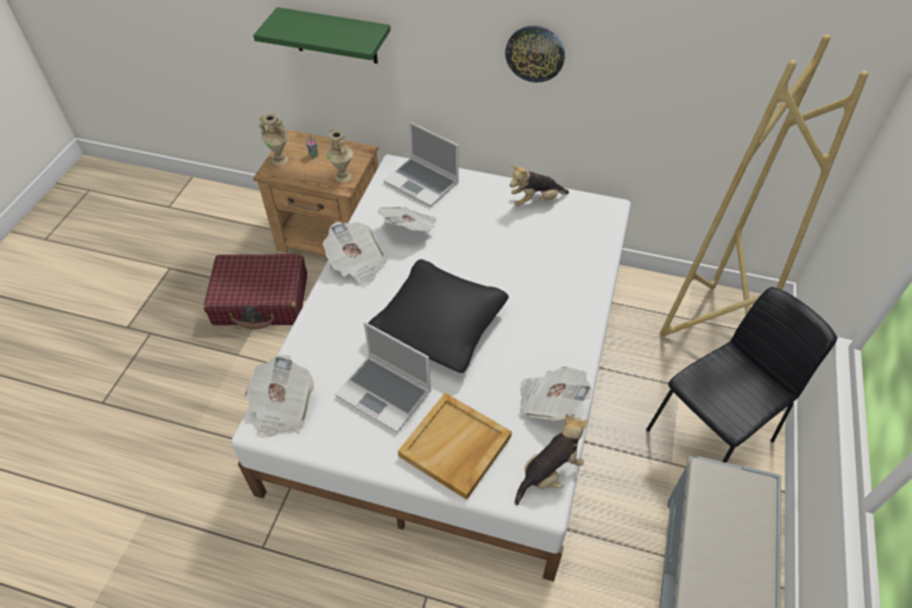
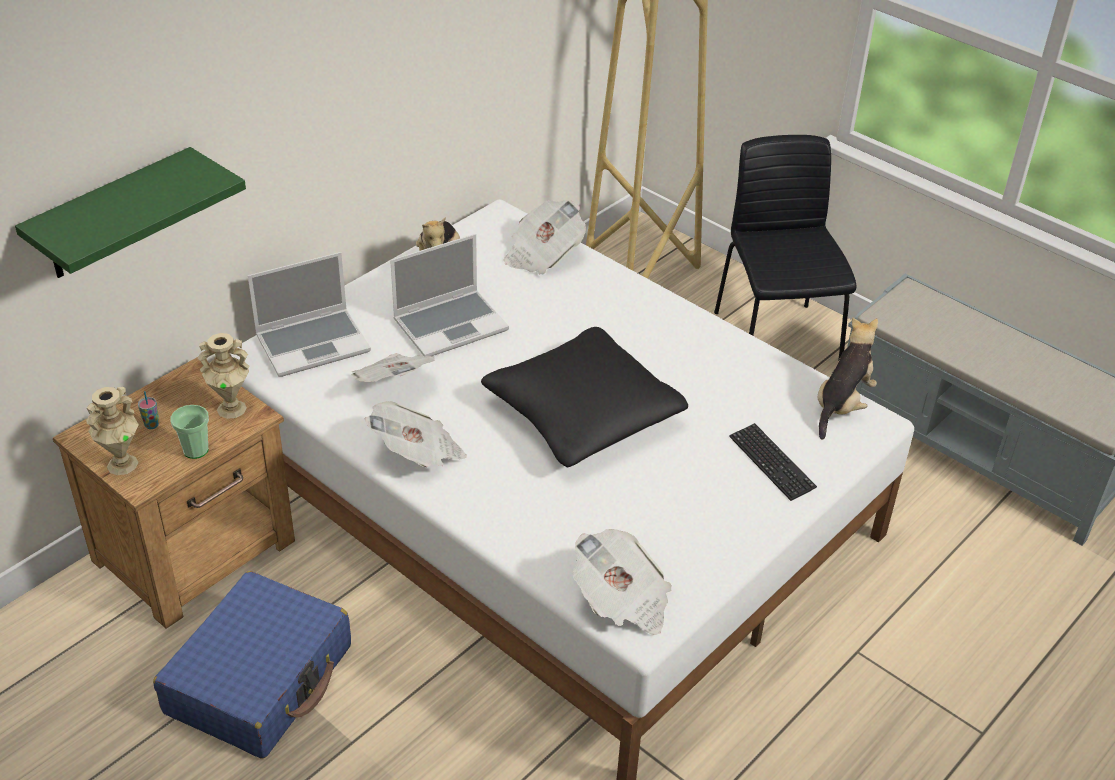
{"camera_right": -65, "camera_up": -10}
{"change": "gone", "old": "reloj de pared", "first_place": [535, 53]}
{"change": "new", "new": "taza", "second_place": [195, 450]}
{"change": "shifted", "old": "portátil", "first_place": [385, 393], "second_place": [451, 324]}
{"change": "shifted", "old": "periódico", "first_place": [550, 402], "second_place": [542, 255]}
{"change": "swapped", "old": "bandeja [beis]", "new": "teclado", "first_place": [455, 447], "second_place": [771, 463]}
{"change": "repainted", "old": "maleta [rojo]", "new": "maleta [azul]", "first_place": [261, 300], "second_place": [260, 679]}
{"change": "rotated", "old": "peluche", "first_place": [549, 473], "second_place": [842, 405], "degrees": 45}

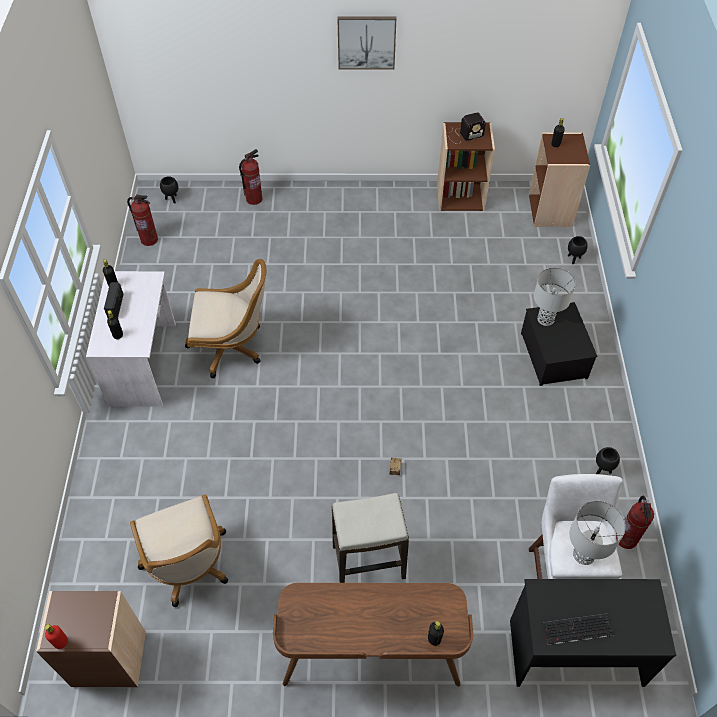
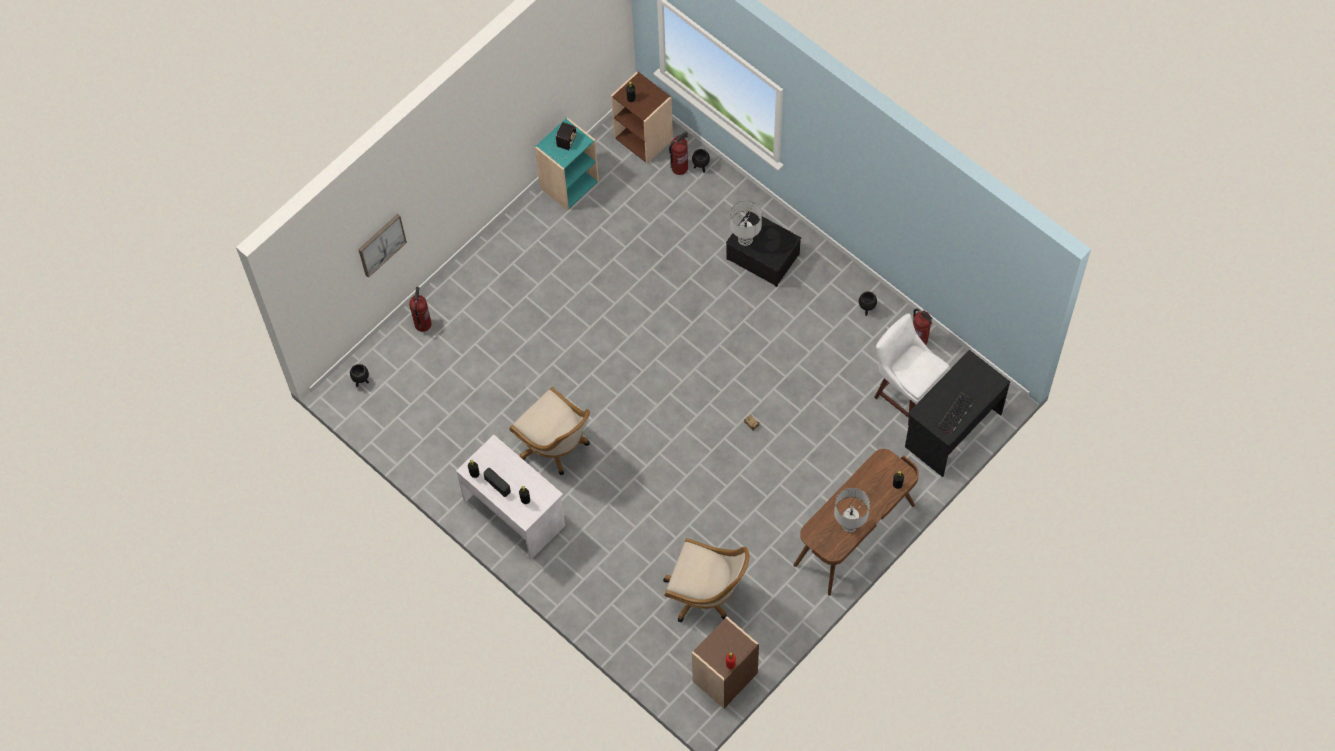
{"camera_right": -45, "camera_up": 10}
{"change": "gone", "old": "taburete", "first_place": [368, 562]}
{"change": "shifted", "old": "extintor", "first_place": [149, 240], "second_place": [679, 168]}
{"change": "shifted", "old": "cuadro", "first_place": [366, 42], "second_place": [381, 244]}
{"change": "shifted", "old": "lámpara de mesa [blanco]", "first_place": [583, 554], "second_place": [849, 524]}
{"change": "repainted", "old": "estantería [marrón]", "new": "estantería [turquesa]", "first_place": [461, 197], "second_place": [569, 183]}
{"change": "rotated", "old": "silla de oficina", "first_place": [232, 346], "second_place": [556, 445], "degrees": 90}

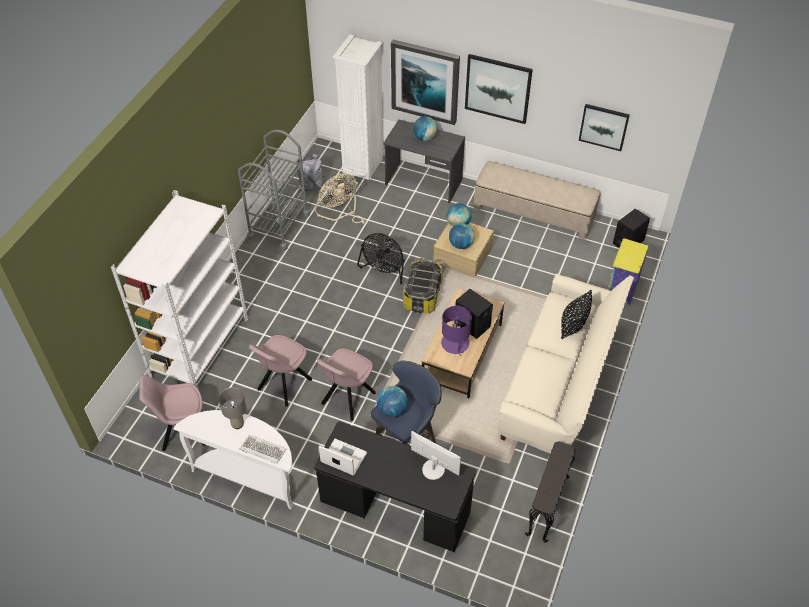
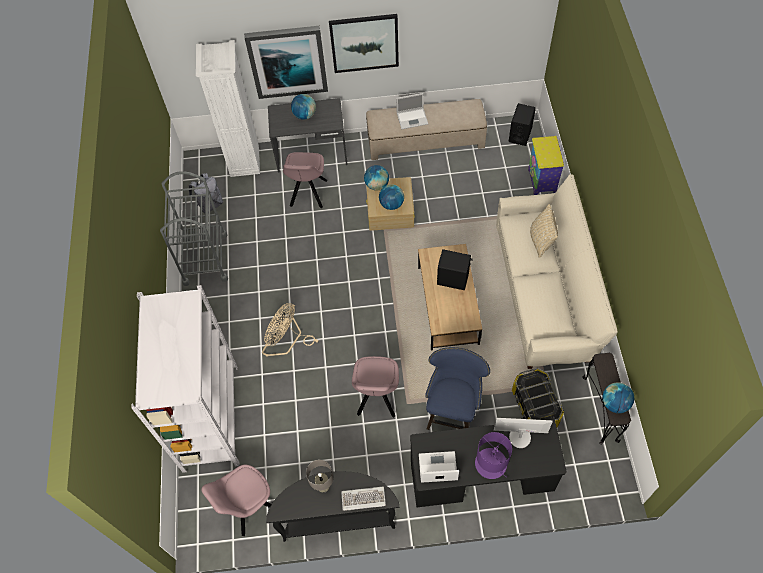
{"camera_right": -25, "camera_up": 10}
{"change": "gone", "old": "ventilador [negro]", "first_place": [383, 268]}
{"change": "gone", "old": "cuadro", "first_place": [604, 126]}
{"change": "new", "new": "portátil", "second_place": [413, 118]}
{"change": "shifted", "old": "silla [rosa]", "first_place": [284, 384], "second_place": [308, 193]}
{"change": "shifted", "old": "ventilador [beis]", "first_place": [342, 212], "second_place": [289, 339]}
{"change": "shifted", "old": "globo terráqueo", "first_place": [392, 410], "second_place": [615, 403]}
{"change": "shifted", "old": "caja de almacenaje", "first_place": [422, 295], "second_place": [535, 406]}
{"change": "shifted", "old": "lámpara de mesa [morado]", "first_place": [455, 343], "second_place": [491, 464]}
{"change": "repainted", "old": "mesa consola [blanco]", "new": "mesa consola [negro]", "first_place": [249, 476], "second_place": [338, 518]}
{"change": "repainted", "old": "cojín [negro]", "new": "cojín [beis]", "first_place": [573, 326], "second_place": [541, 241]}

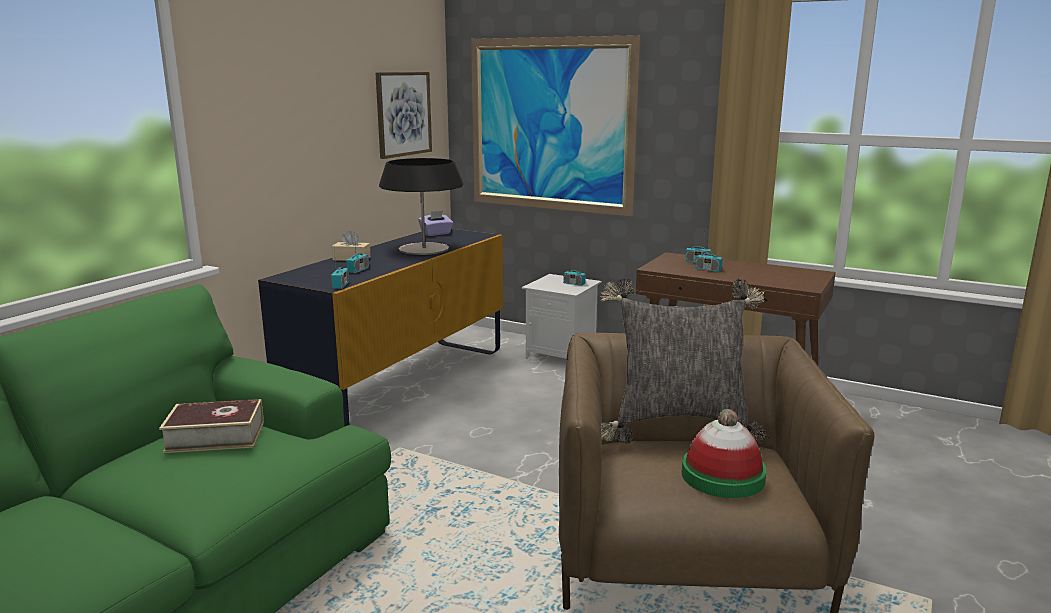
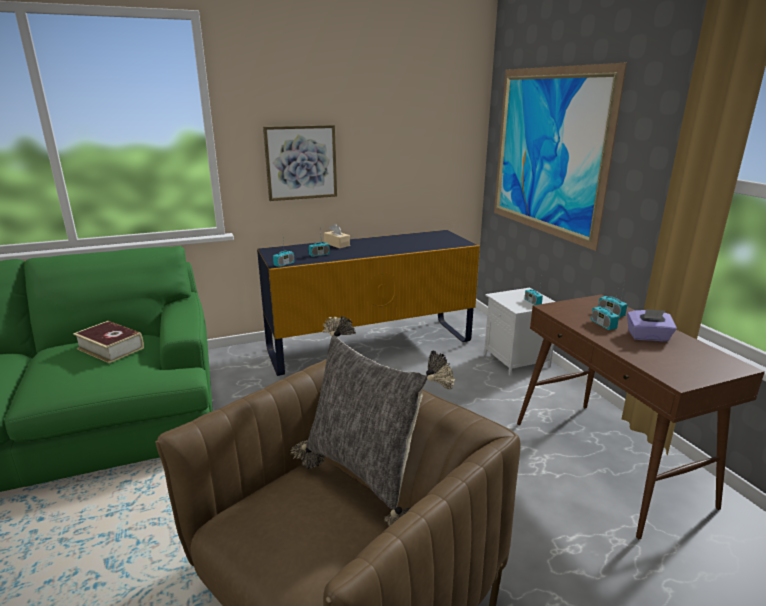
{"camera_right": 40, "camera_up": 5}
{"change": "gone", "old": "lámpara de mesa", "first_place": [424, 249]}
{"change": "gone", "old": "sombrero", "first_place": [722, 476]}
{"change": "shifted", "old": "cuadro", "first_place": [403, 114], "second_place": [301, 162]}
{"change": "shifted", "old": "caja de pañuelos [morado]", "first_place": [436, 234], "second_place": [648, 337]}

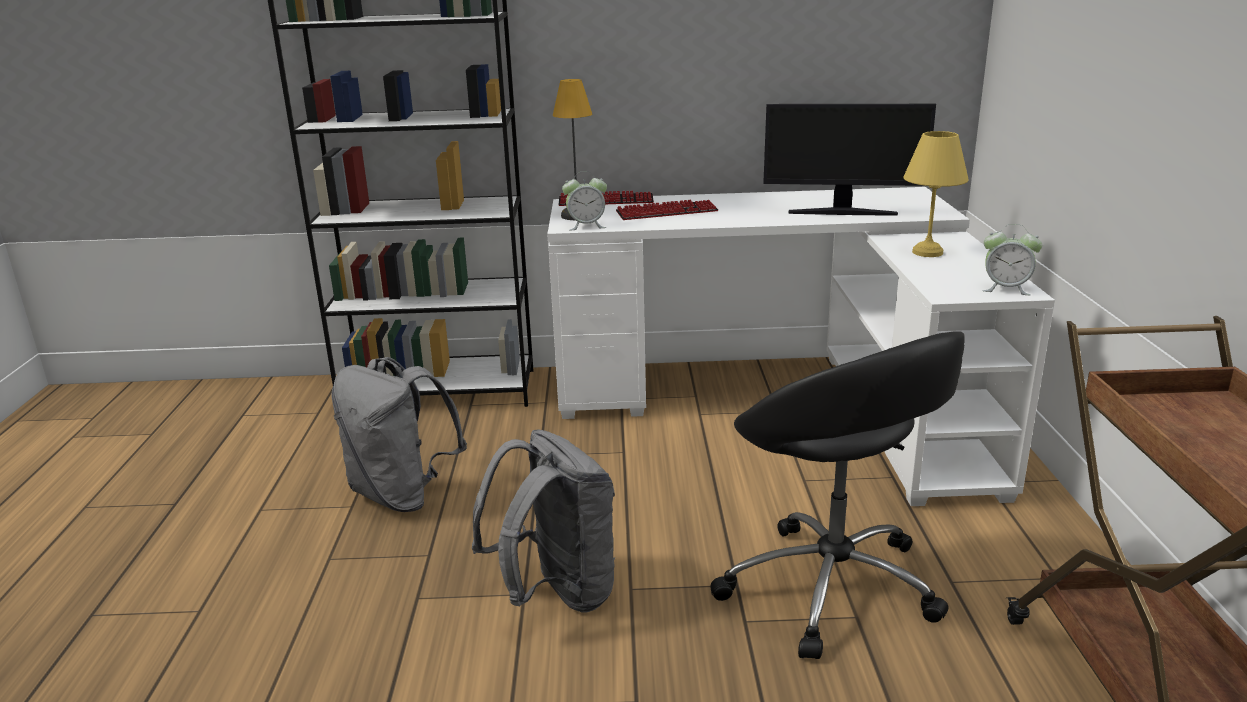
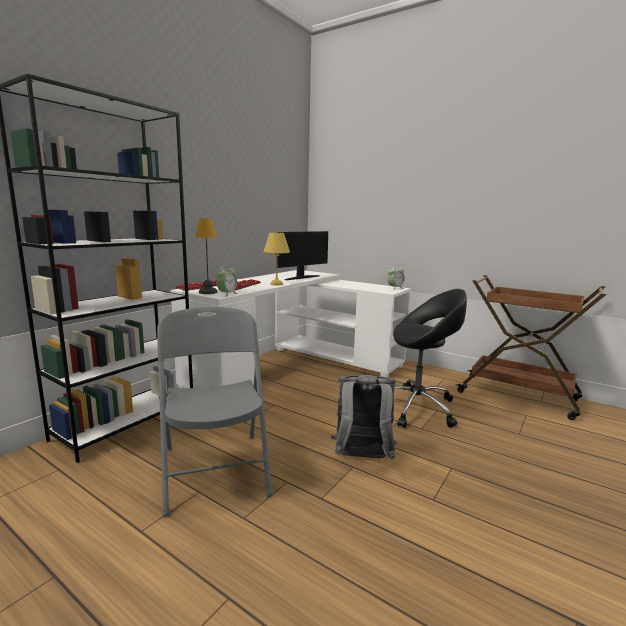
{"camera_right": -55, "camera_up": -10}
{"change": "shifted", "old": "lámpara de mesa [amarillo]", "first_place": [928, 252], "second_place": [276, 284]}
{"change": "swapped", "old": "mochila [gris]", "new": "silla [gris]", "first_place": [403, 494], "second_place": [215, 470]}

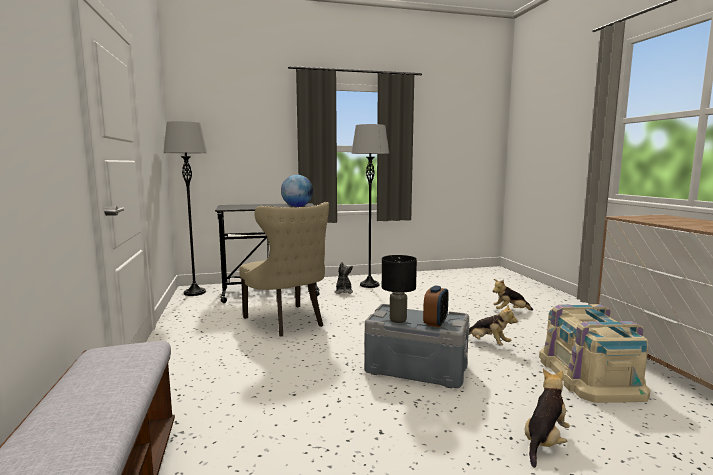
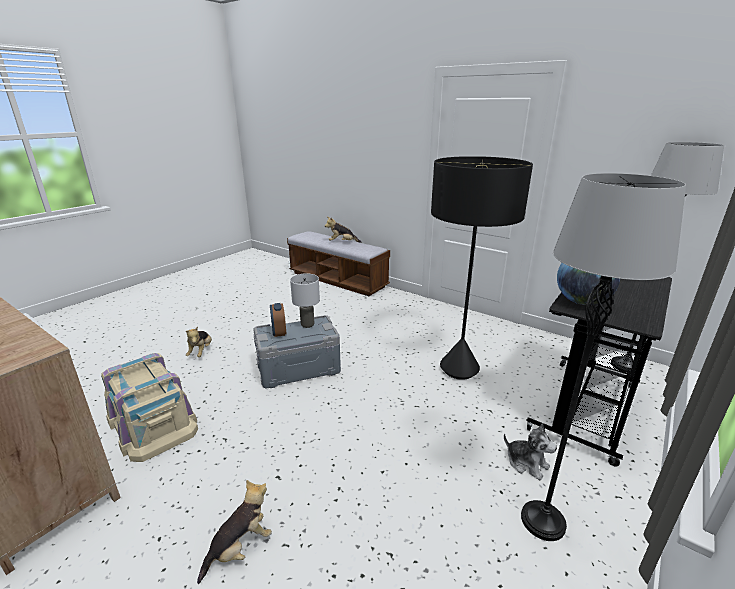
{"camera_right": 140, "camera_up": 15}
{"change": "shifted", "old": "peluche", "first_place": [487, 344], "second_place": [342, 242]}
{"change": "swapped", "old": "silla [beis]", "new": "lámpara de pie [negro]", "first_place": [287, 321], "second_place": [459, 370]}
{"change": "repainted", "old": "lámpara de mesa [negro]", "new": "lámpara de mesa [blanco]", "first_place": [397, 320], "second_place": [308, 324]}

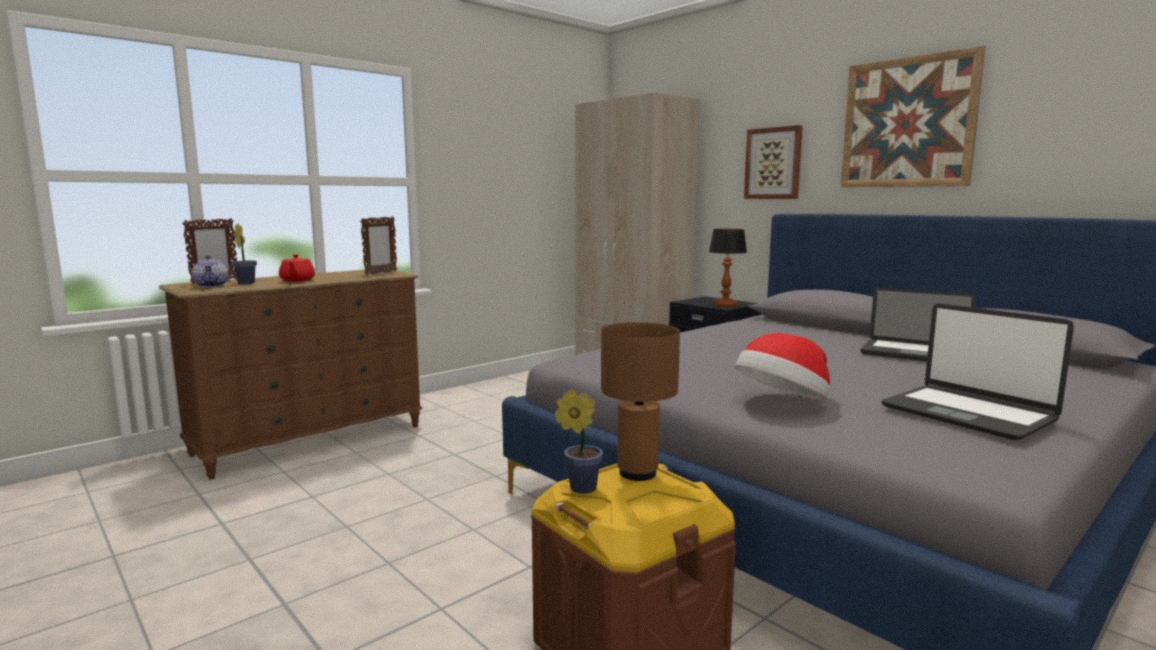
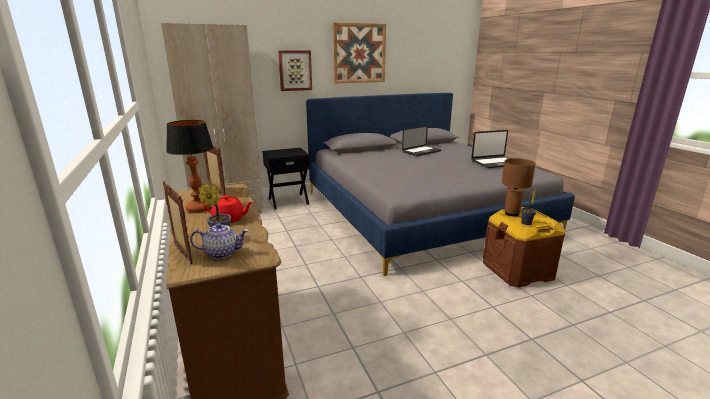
{"camera_right": -70, "camera_up": 10}
{"change": "gone", "old": "sombrero", "first_place": [783, 403]}
{"change": "shifted", "old": "lámpara de mesa", "first_place": [724, 306], "second_place": [198, 208]}

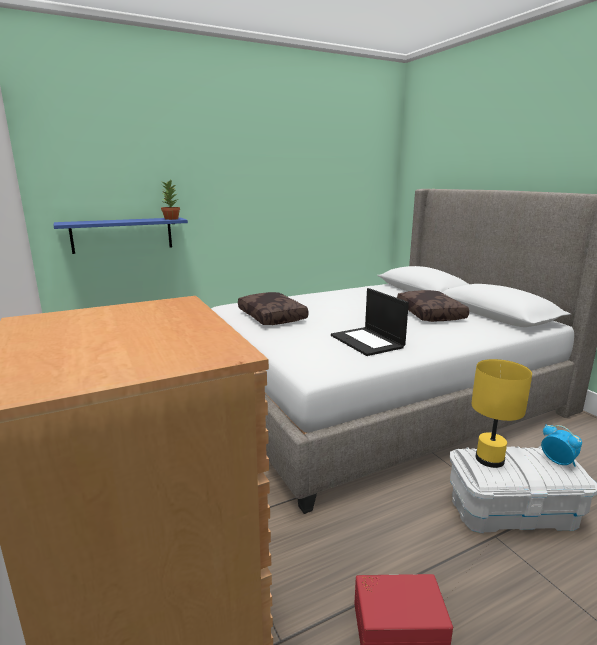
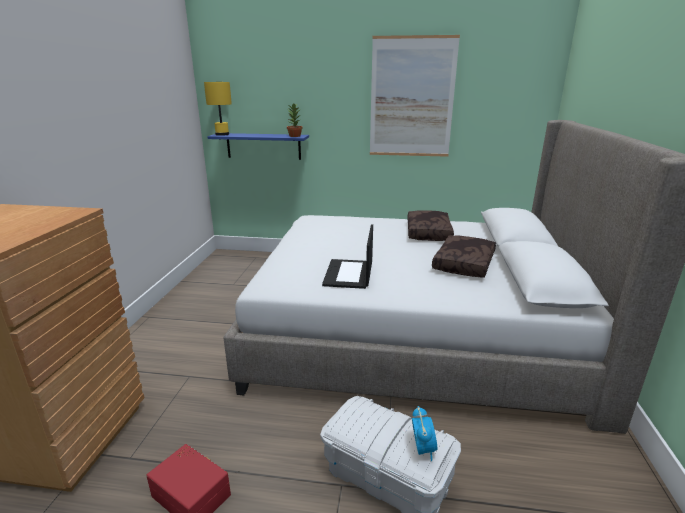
{"camera_right": 35, "camera_up": 5}
{"change": "new", "new": "cuadro", "second_place": [411, 98]}
{"change": "shifted", "old": "cojín [marrón]", "first_place": [273, 317], "second_place": [429, 233]}
{"change": "shifted", "old": "lámpara de mesa [amarillo]", "first_place": [489, 459], "second_place": [222, 134]}

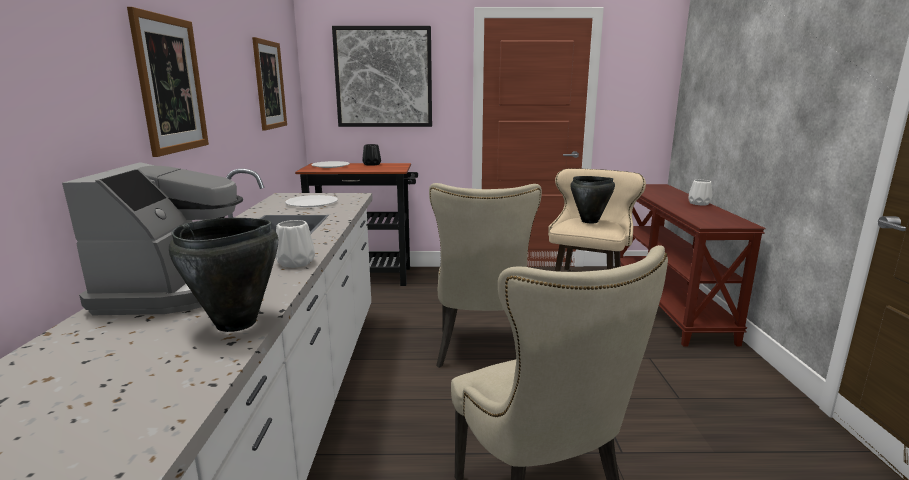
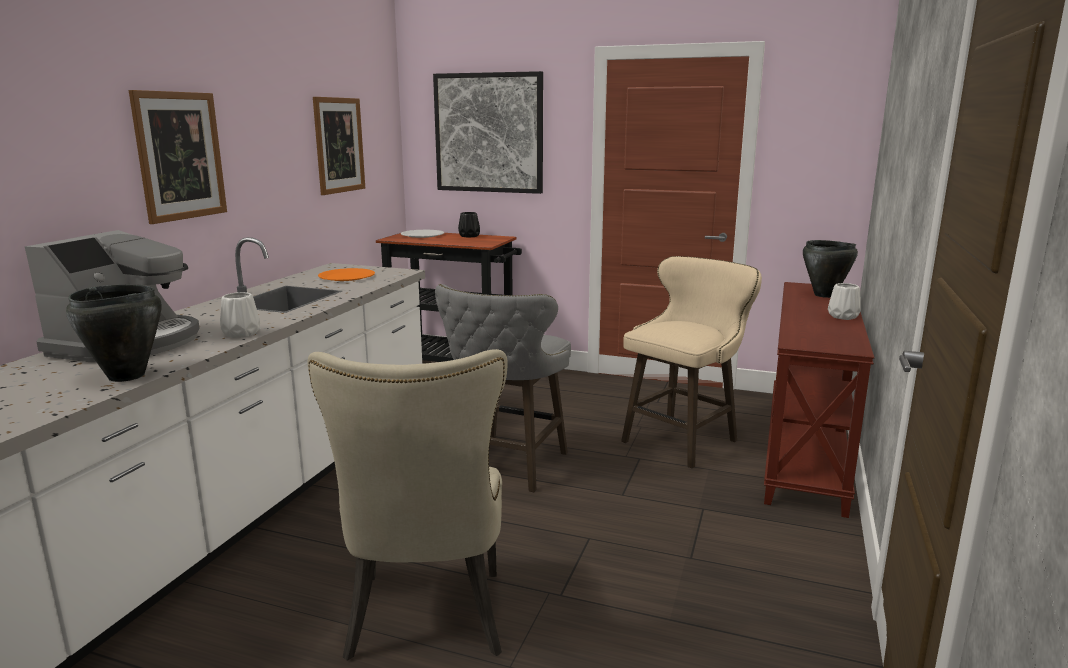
{"camera_right": 20, "camera_up": 0}
{"change": "shifted", "old": "olla [negro]", "first_place": [590, 221], "second_place": [824, 295]}
{"change": "swapped", "old": "silla [beis]", "new": "taburete [gris]", "first_place": [481, 351], "second_place": [508, 466]}
{"change": "repainted", "old": "plato [blanco]", "new": "plato [naranja]", "first_place": [311, 203], "second_place": [346, 276]}

